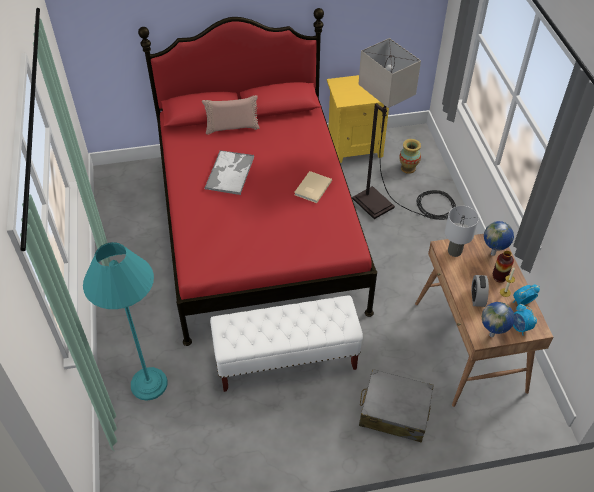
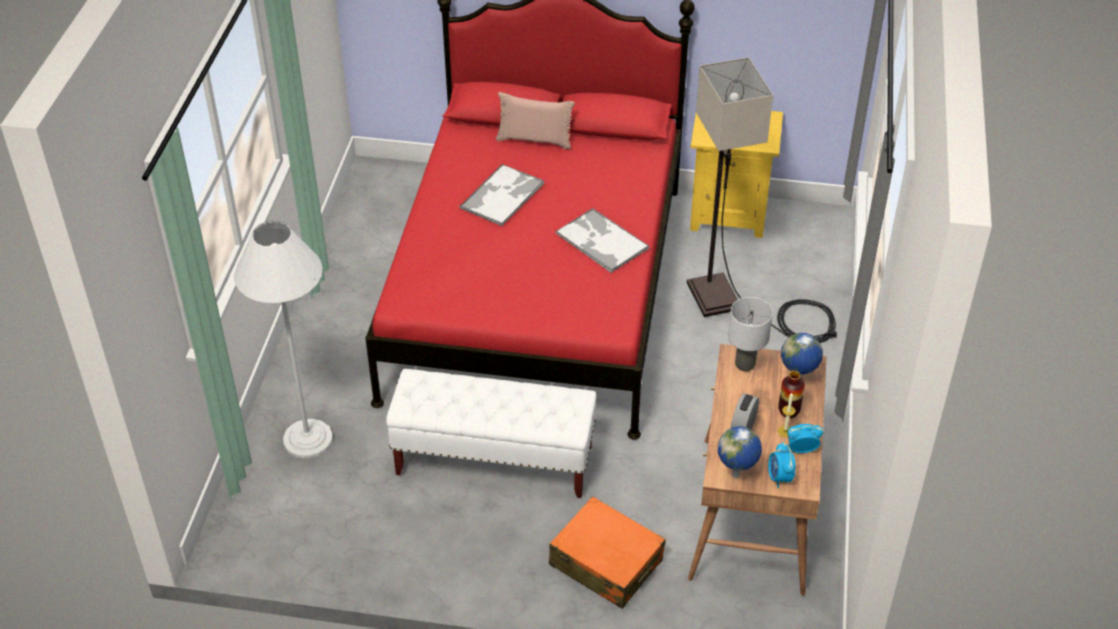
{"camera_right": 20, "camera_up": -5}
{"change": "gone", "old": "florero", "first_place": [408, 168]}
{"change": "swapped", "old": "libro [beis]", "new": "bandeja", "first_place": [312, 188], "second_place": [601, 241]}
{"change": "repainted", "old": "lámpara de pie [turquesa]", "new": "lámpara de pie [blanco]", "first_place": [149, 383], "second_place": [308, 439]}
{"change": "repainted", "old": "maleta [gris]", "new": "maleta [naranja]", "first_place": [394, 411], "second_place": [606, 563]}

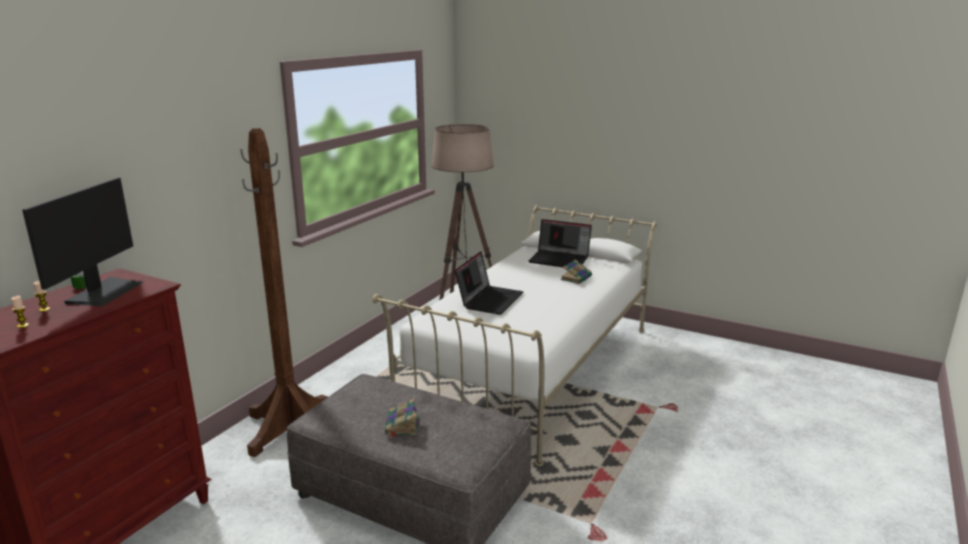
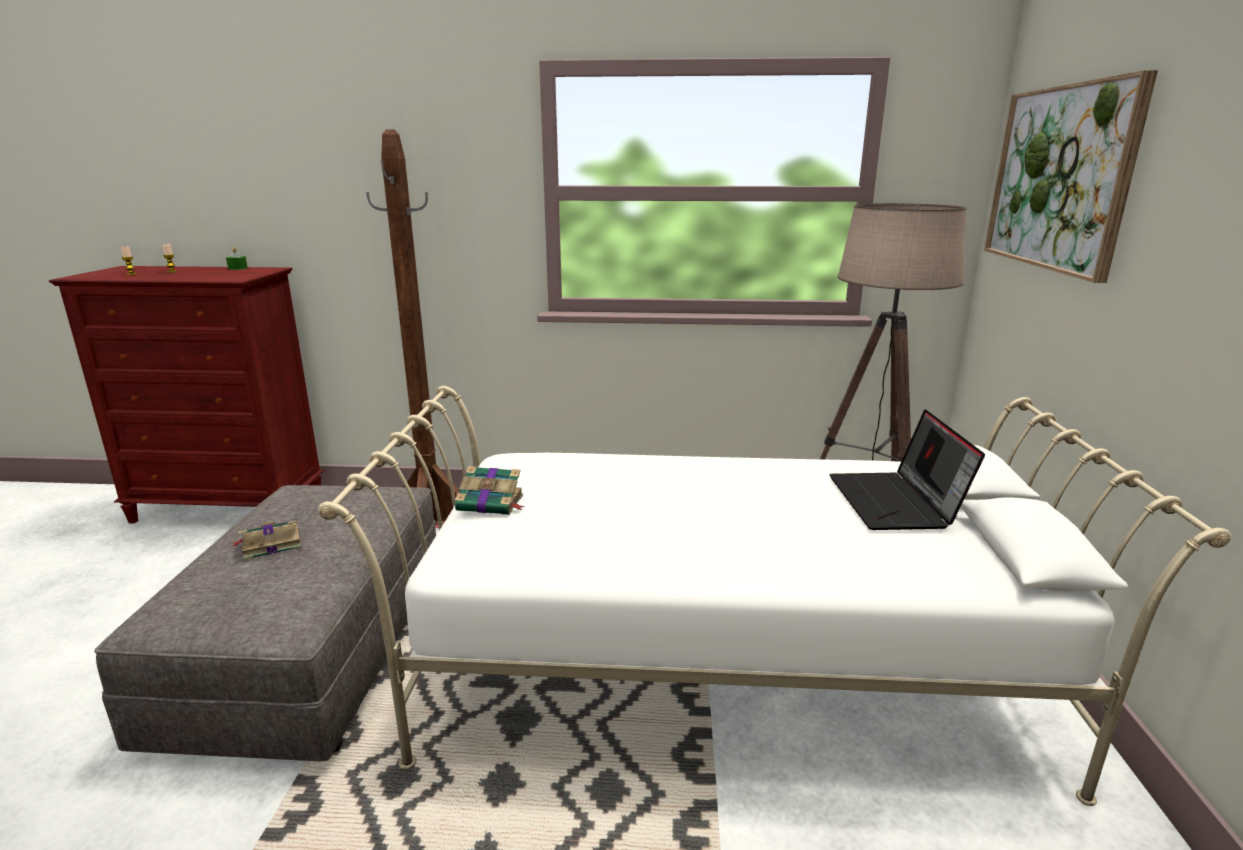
{"camera_right": 65, "camera_up": 0}
{"change": "gone", "old": "monitor", "first_place": [105, 291]}
{"change": "gone", "old": "portátil", "first_place": [489, 300]}
{"change": "new", "new": "cuadro", "second_place": [1059, 178]}
{"change": "shifted", "old": "libro", "first_place": [576, 278], "second_place": [491, 503]}

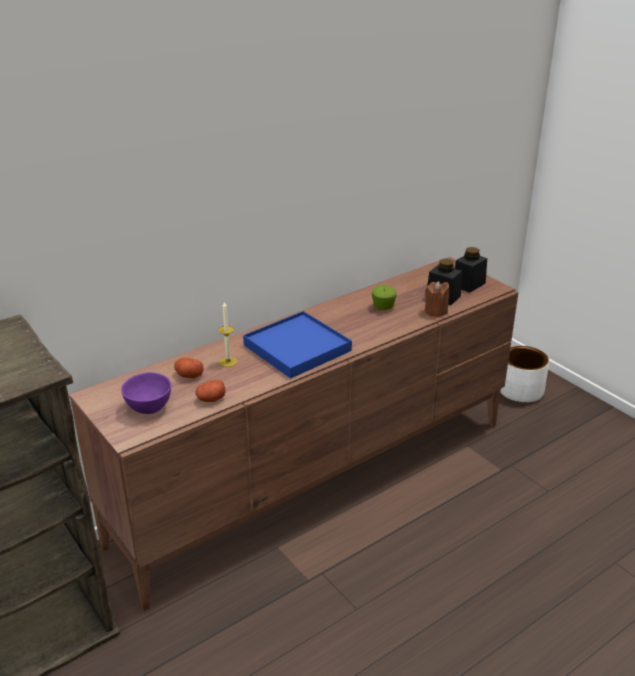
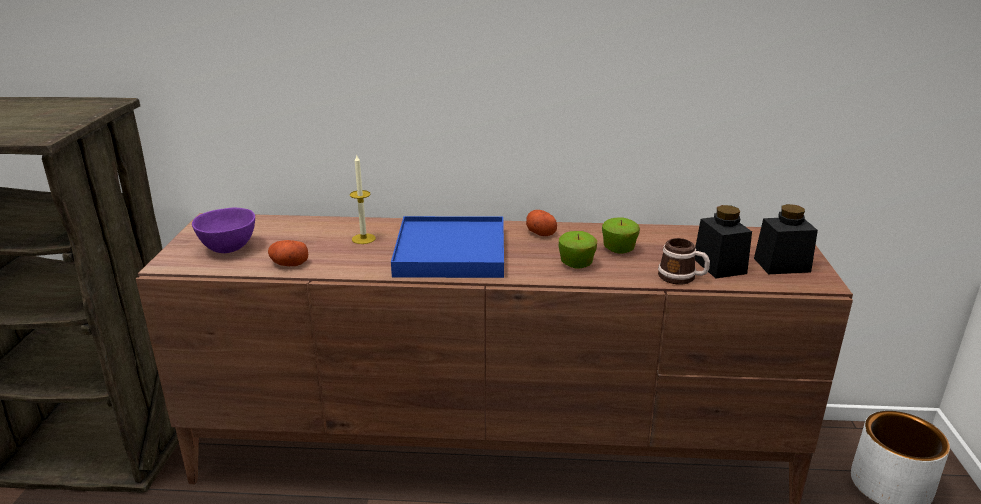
{"camera_right": 40, "camera_up": -5}
{"change": "new", "new": "manzana", "second_place": [576, 264]}
{"change": "shifted", "old": "patata", "first_place": [188, 375], "second_place": [540, 232]}
{"change": "swapped", "old": "vela [marrón]", "new": "taza grande", "first_place": [435, 311], "second_place": [682, 277]}

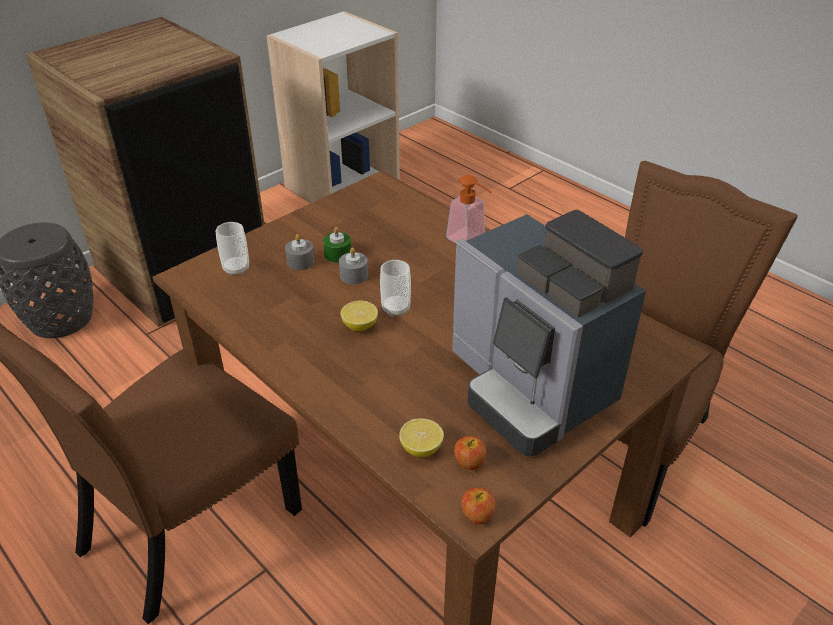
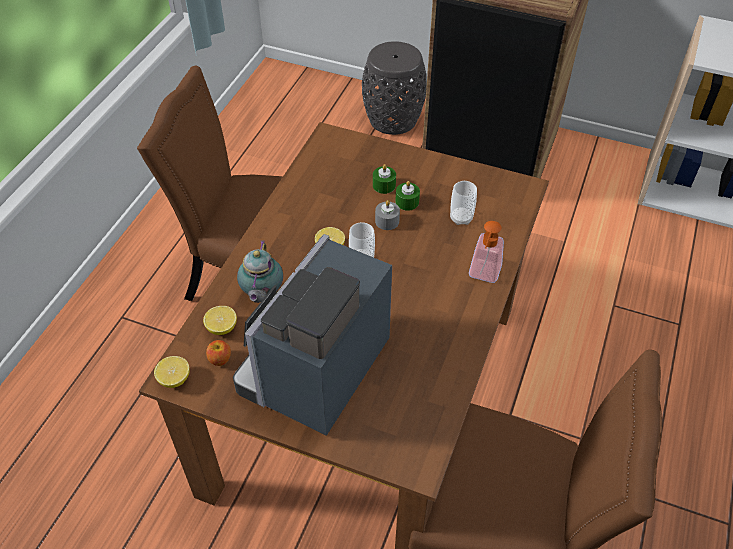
{"camera_right": 65, "camera_up": 10}
{"change": "new", "new": "tetera", "second_place": [262, 295]}
{"change": "shifted", "old": "taza", "first_place": [236, 269], "second_place": [461, 218]}
{"change": "swapped", "old": "manzana", "new": "limón", "first_place": [477, 515], "second_place": [174, 379]}
{"change": "repainted", "old": "vela [gris]", "new": "vela [verde]", "first_place": [300, 261], "second_place": [384, 185]}

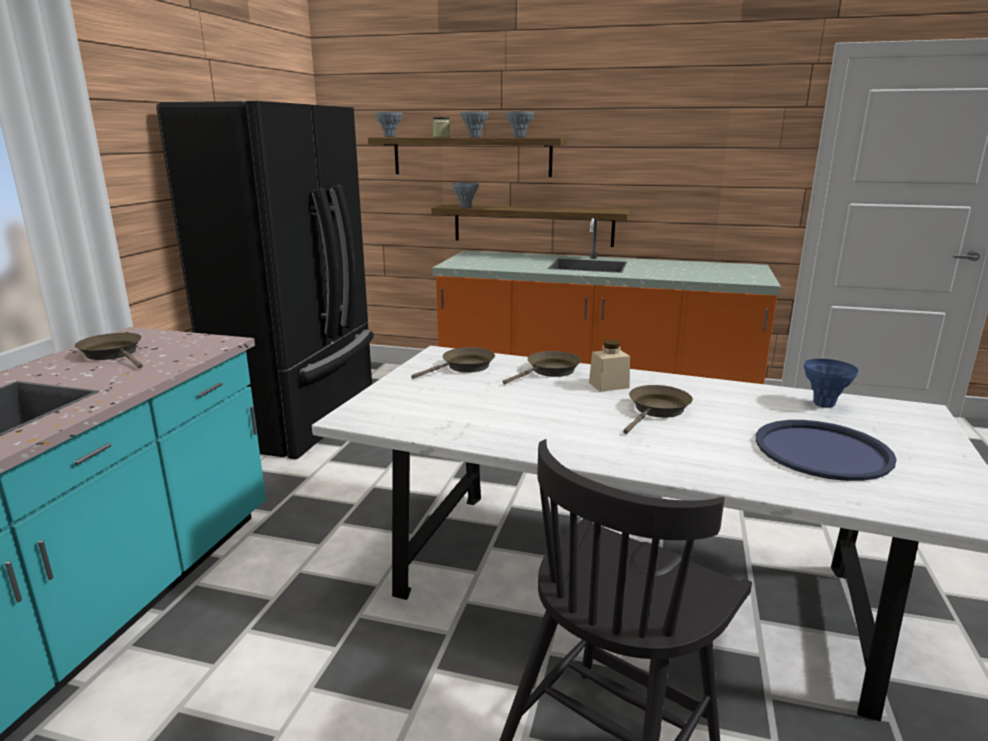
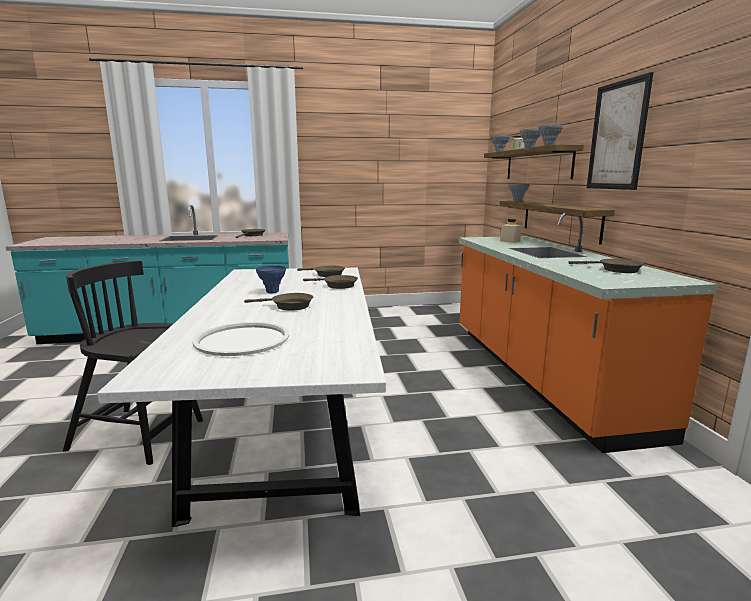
{"camera_right": 65, "camera_up": -5}
{"change": "gone", "old": "nevera [negro]", "first_place": [306, 419]}
{"change": "new", "new": "sartén [marrón]", "second_place": [616, 270]}
{"change": "new", "new": "cuadro", "second_place": [617, 136]}
{"change": "shifted", "old": "tarro [beis]", "first_place": [608, 385], "second_place": [510, 241]}
{"change": "shifted", "old": "florero [azul]", "first_place": [823, 404], "second_place": [272, 292]}
{"change": "repainted", "old": "bandeja [azul]", "new": "bandeja [blanco]", "first_place": [822, 451], "second_place": [242, 340]}

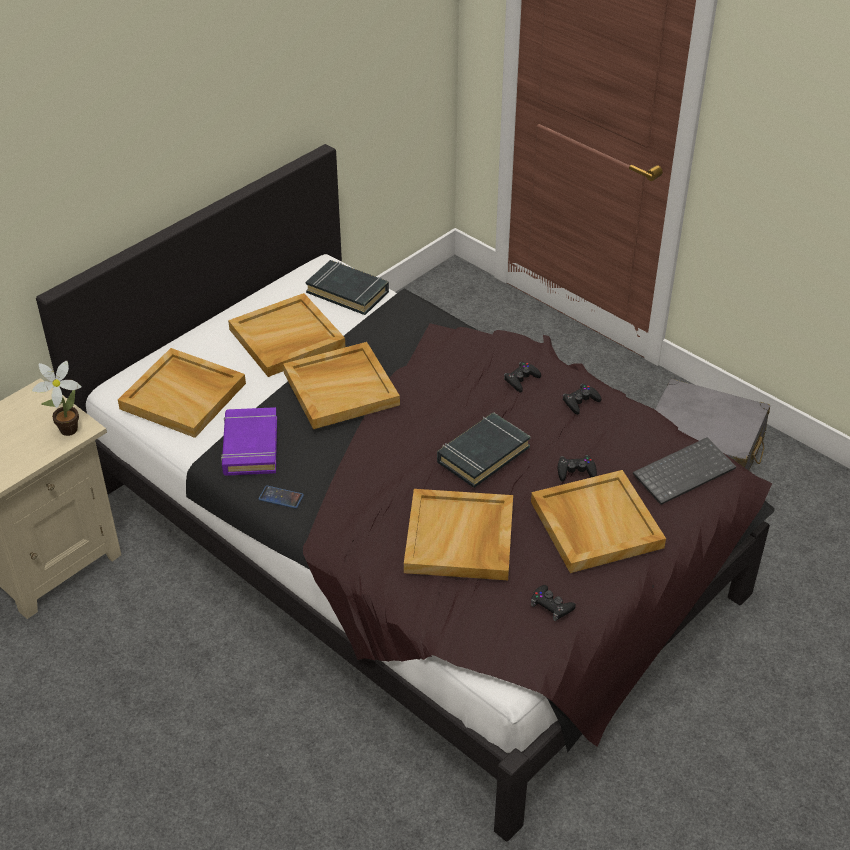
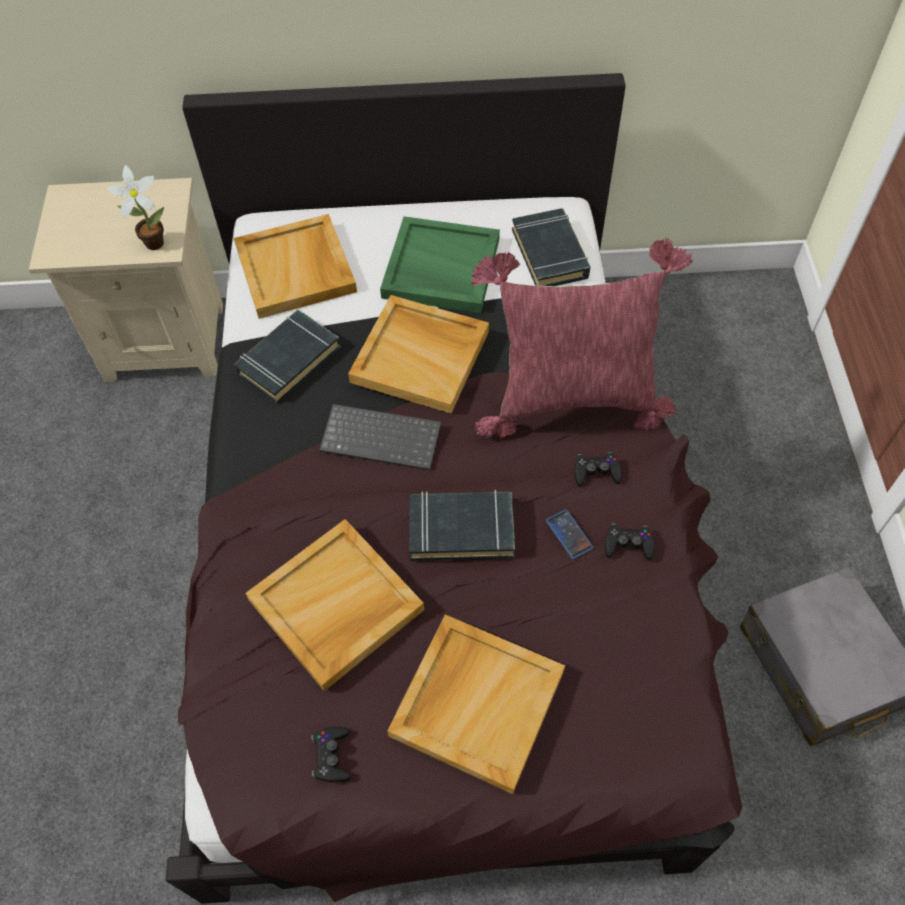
{"camera_right": 45, "camera_up": 15}
{"change": "gone", "old": "mando de consola [negro]", "first_place": [576, 471]}
{"change": "new", "new": "cojín [rojo]", "second_place": [569, 405]}
{"change": "shifted", "old": "móvil", "first_place": [281, 497], "second_place": [569, 534]}
{"change": "shifted", "old": "teclado", "first_place": [683, 471], "second_place": [383, 437]}
{"change": "repainted", "old": "libro [morado]", "new": "libro [negro]", "first_place": [250, 446], "second_place": [288, 360]}
{"change": "repainted", "old": "bandeja [beis]", "new": "bandeja [verde]", "first_place": [286, 339], "second_place": [440, 269]}

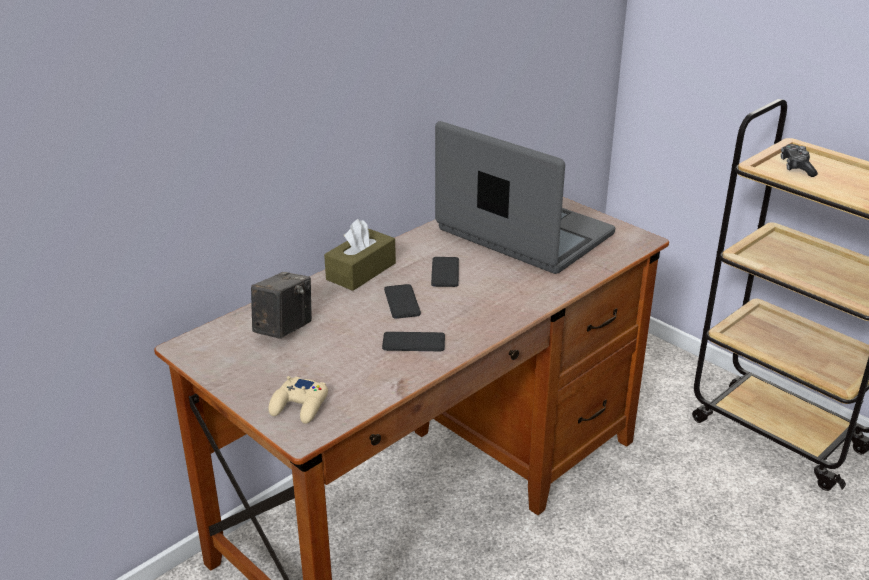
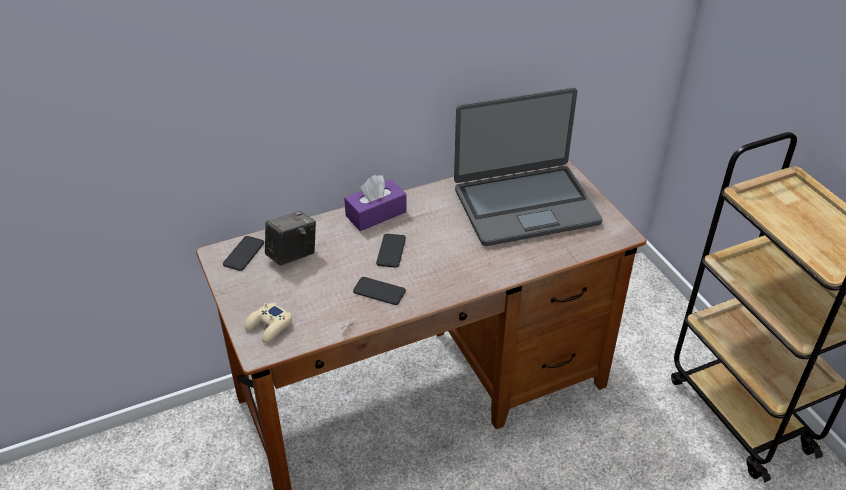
{"camera_right": 20, "camera_up": 10}
{"change": "gone", "old": "mando de consola", "first_place": [796, 167]}
{"change": "shifted", "old": "móvil", "first_place": [445, 272], "second_place": [244, 253]}
{"change": "repainted", "old": "caja de pañuelos [marrón]", "new": "caja de pañuelos [morado]", "first_place": [361, 271], "second_place": [376, 214]}
{"change": "rotated", "old": "portátil", "first_place": [523, 233], "second_place": [525, 205], "degrees": 105}

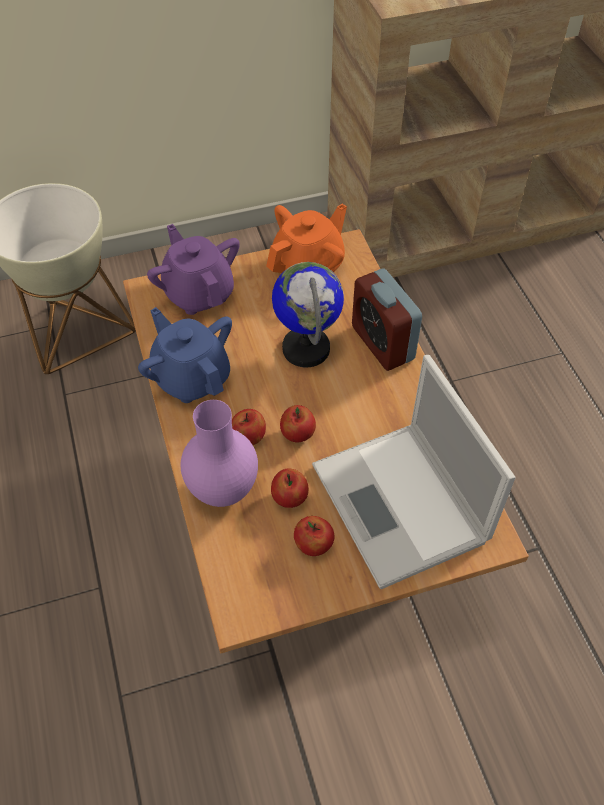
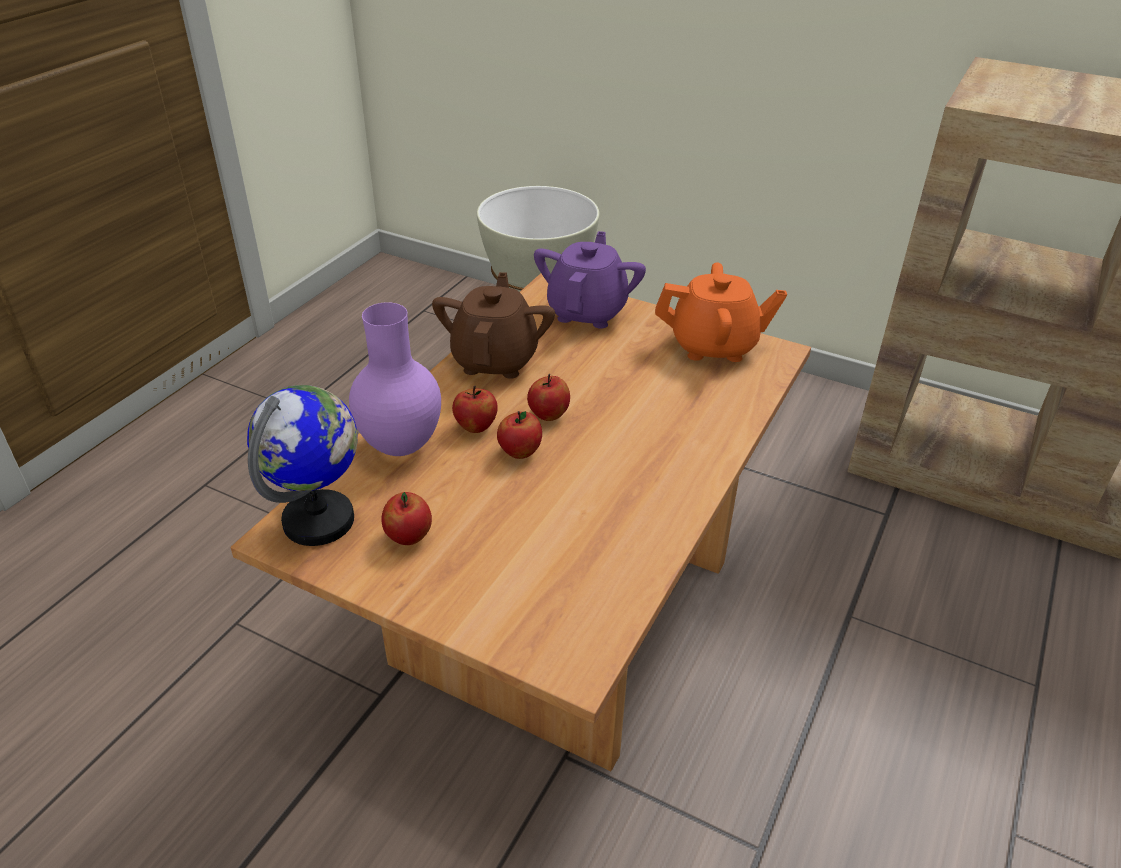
{"camera_right": 45, "camera_up": -15}
{"change": "gone", "old": "portátil", "first_place": [401, 505]}
{"change": "gone", "old": "despertador", "first_place": [382, 343]}
{"change": "shifted", "old": "manzana", "first_place": [290, 498], "second_place": [548, 415]}
{"change": "shifted", "old": "globo terráqueo", "first_place": [306, 348], "second_place": [320, 521]}
{"change": "repainted", "old": "tetera [azul]", "new": "tetera [marrón]", "first_place": [191, 377], "second_place": [495, 360]}

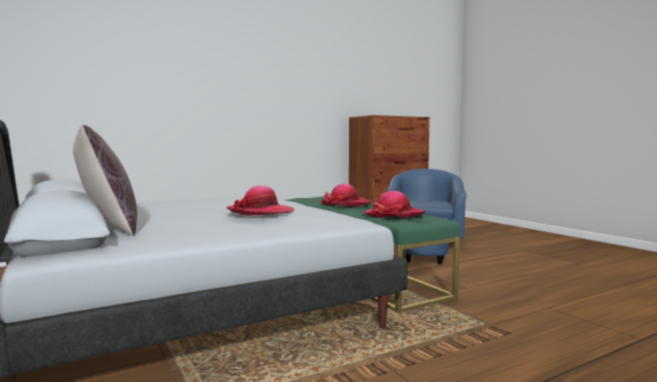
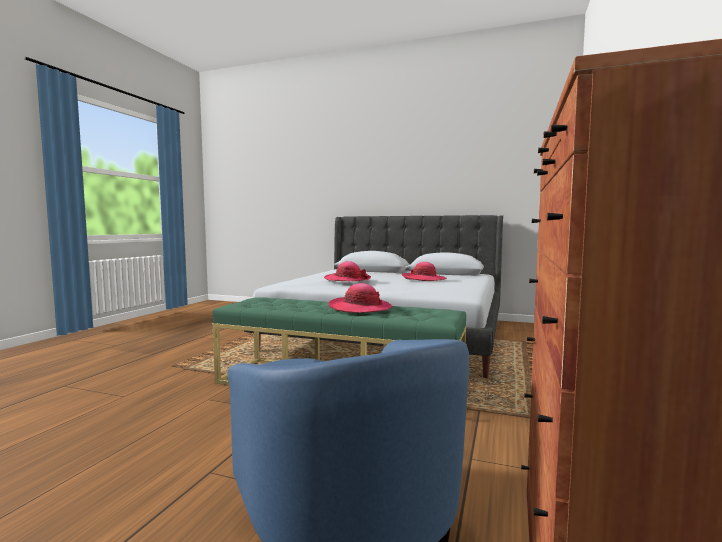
{"camera_right": 140, "camera_up": 0}
{"change": "gone", "old": "cojín [marrón]", "first_place": [108, 228]}
{"change": "shifted", "old": "sombrero", "first_place": [394, 215], "second_place": [423, 279]}

